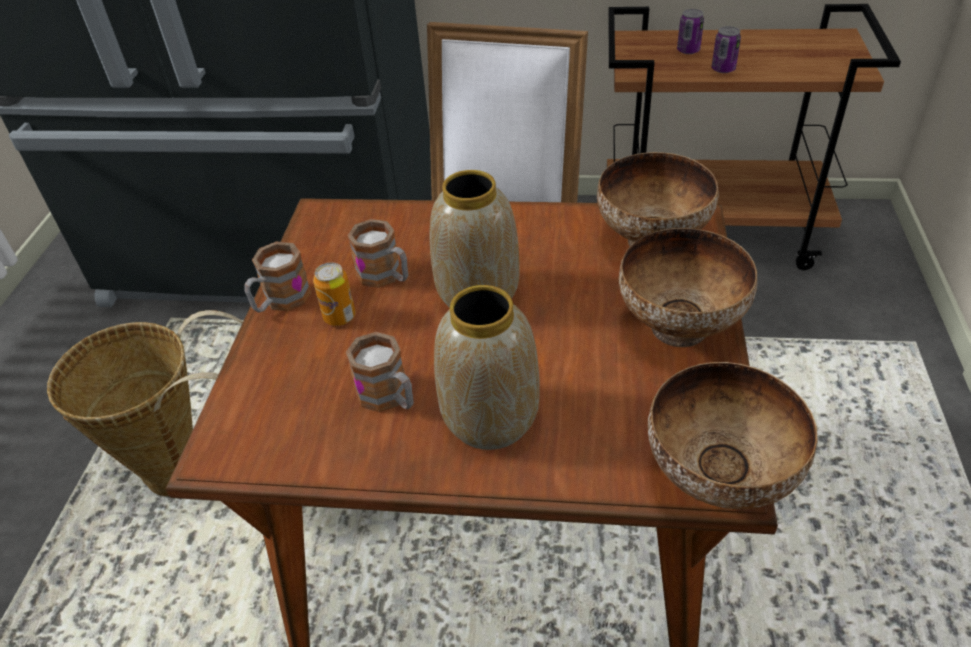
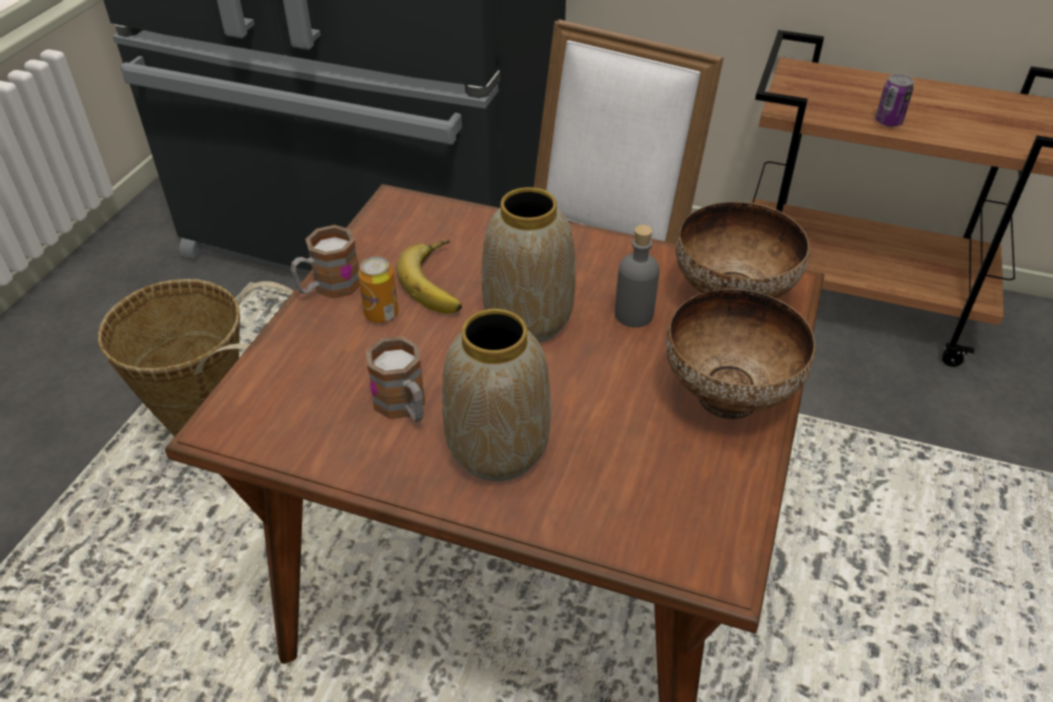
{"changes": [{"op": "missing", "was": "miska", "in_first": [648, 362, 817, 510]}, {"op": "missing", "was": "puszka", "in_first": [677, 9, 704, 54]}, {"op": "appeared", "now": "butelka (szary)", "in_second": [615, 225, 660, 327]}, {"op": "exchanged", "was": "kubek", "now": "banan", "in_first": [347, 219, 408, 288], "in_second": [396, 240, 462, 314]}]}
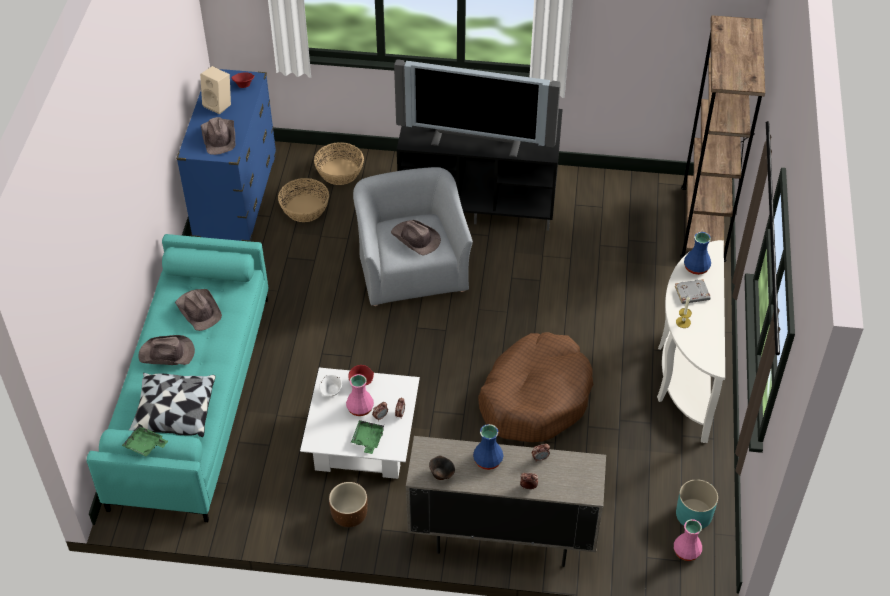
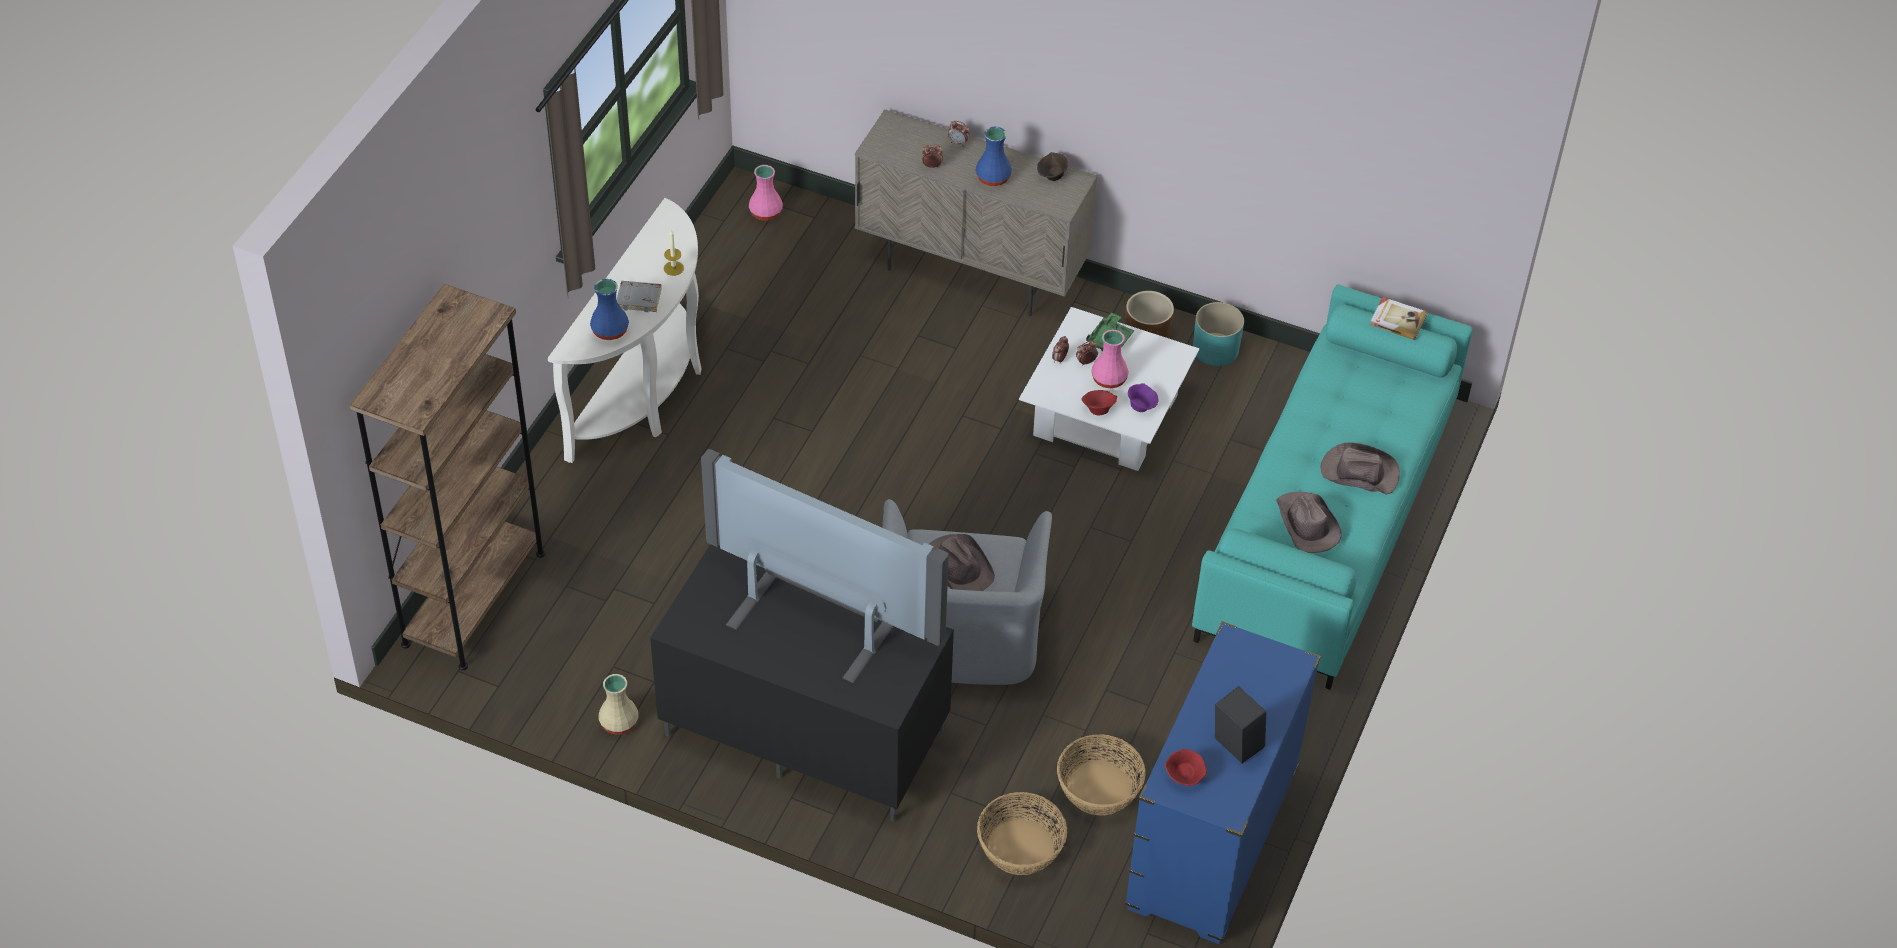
{"changes": [{"op": "missing", "was": "poduszka", "in_first": [129, 373, 215, 437]}, {"op": "missing", "was": "kapelusz (brązowy)", "in_first": [201, 117, 235, 155]}, {"op": "missing", "was": "legowisko (brązowy)", "in_first": [478, 332, 593, 442]}, {"op": "appeared", "now": "wazon (beżowy)", "in_second": [599, 674, 639, 734]}, {"op": "relocated", "was": "donica (turkusowy)", "in_first": [676, 479, 718, 529], "in_second": [1193, 302, 1244, 366]}, {"op": "exchanged", "was": "taca (zielony)", "now": "książka", "in_first": [122, 424, 168, 457], "in_second": [1370, 297, 1427, 340]}, {"op": "colour", "was": "głośnik (beżowy)", "now": "głośnik (czarny)", "in_first": [200, 66, 231, 115], "in_second": [1215, 686, 1266, 763]}, {"op": "colour", "was": "miska (biały)", "now": "miska (fioletowy)", "in_first": [319, 375, 342, 396], "in_second": [1128, 383, 1158, 412]}]}
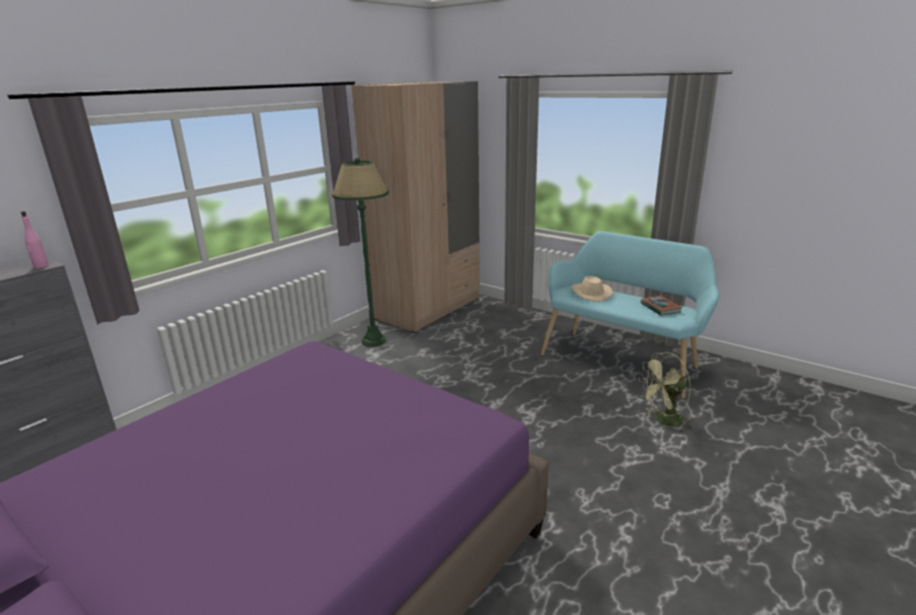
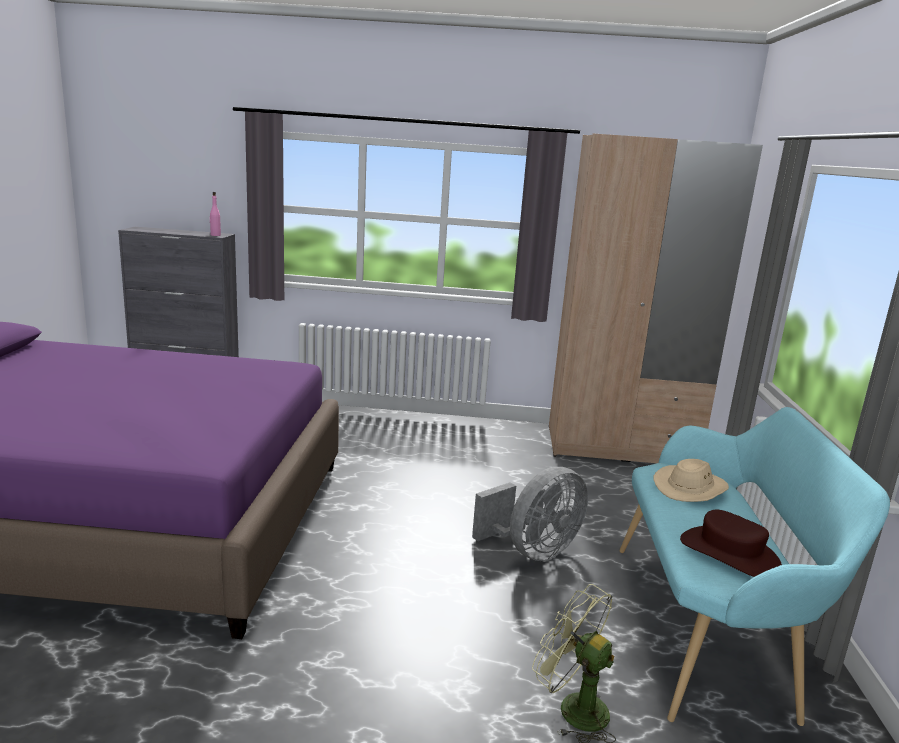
{"changes": [{"op": "missing", "was": "lampa stojąca (zielony)", "in_first": [332, 158, 389, 347]}, {"op": "appeared", "now": "wentylator (szary)", "in_second": [472, 467, 588, 561]}, {"op": "exchanged", "was": "książka", "now": "kapelusz (brązowy)", "in_first": [641, 296, 683, 316], "in_second": [680, 510, 782, 577]}]}
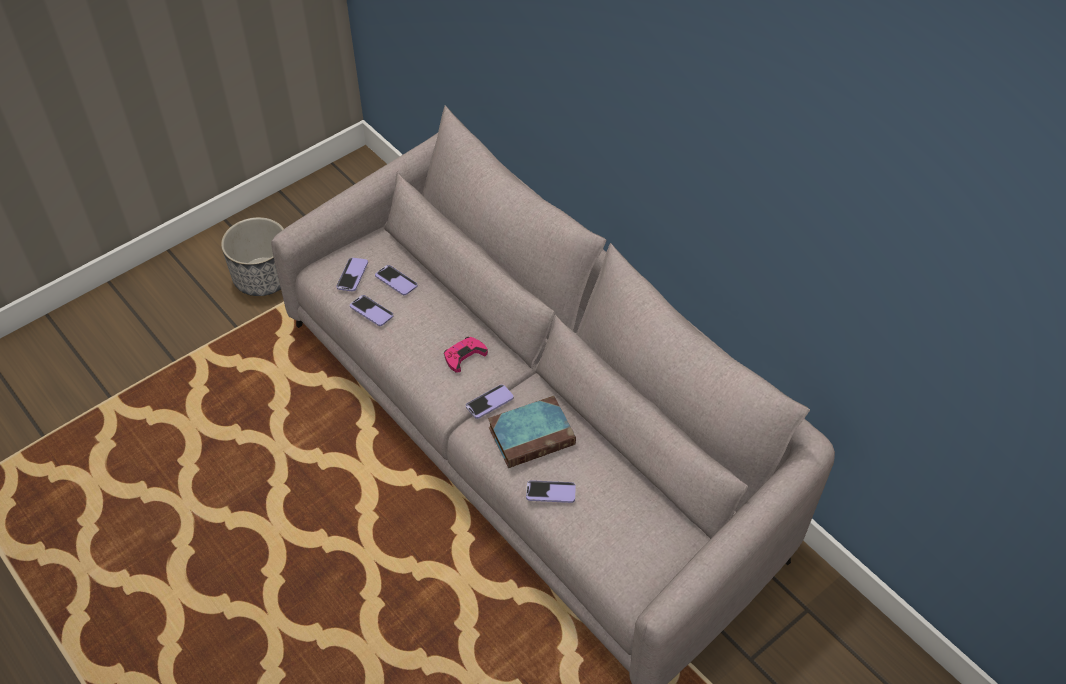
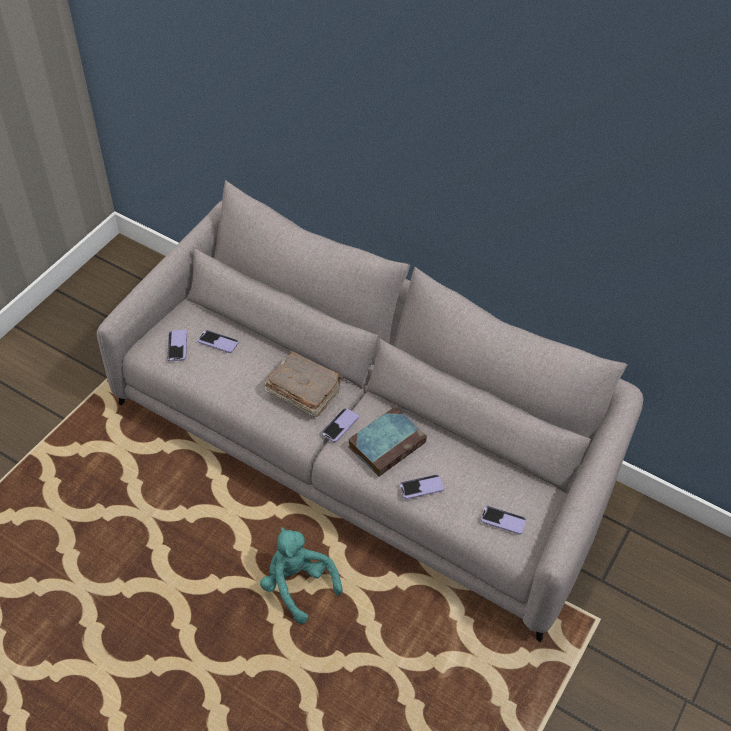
{"changes": [{"op": "missing", "was": "donica", "in_first": [221, 217, 284, 296]}, {"op": "appeared", "now": "pluszak (turkusowy)", "in_second": [260, 527, 343, 624]}, {"op": "relocated", "was": "telefon", "in_first": [350, 295, 393, 326], "in_second": [481, 506, 526, 534]}, {"op": "exchanged", "was": "pad do gier (różowy)", "now": "książka (brązowy)", "in_first": [444, 337, 488, 373], "in_second": [265, 351, 343, 417]}]}
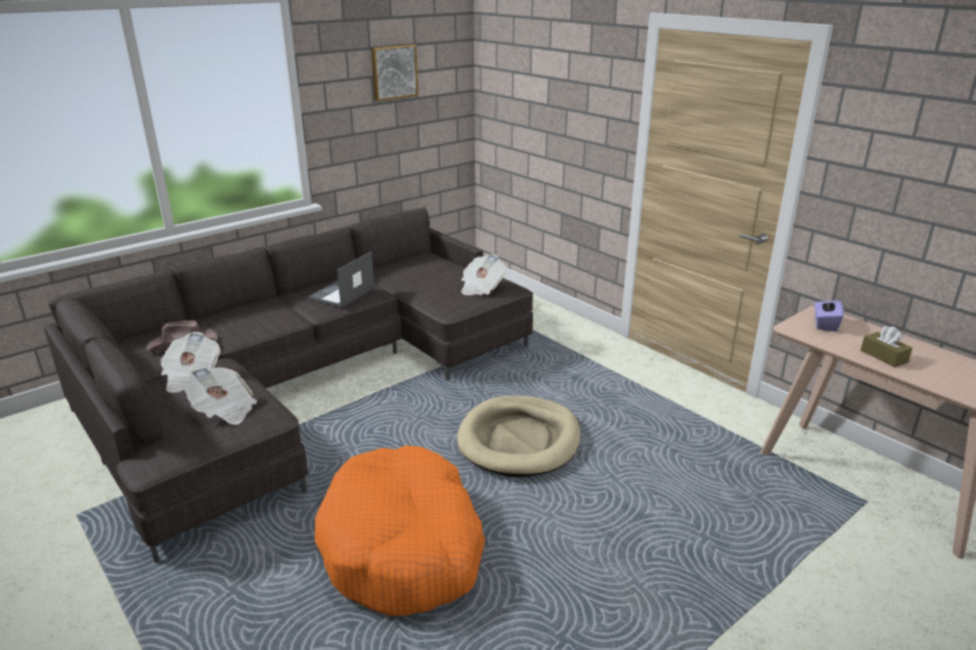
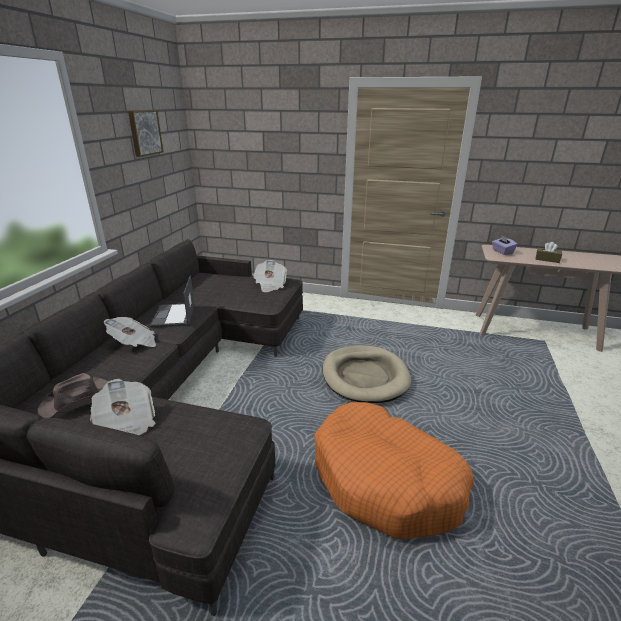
{"changes": [{"op": "relocated", "was": "gazeta", "in_first": [183, 367, 257, 425], "in_second": [104, 317, 156, 347]}]}
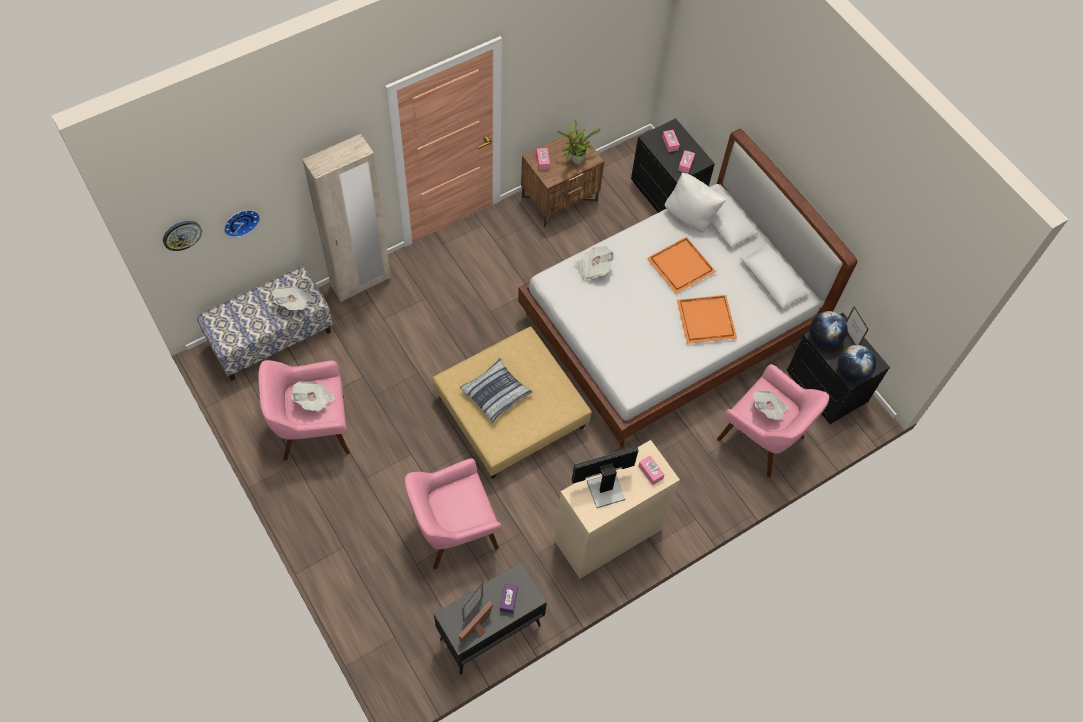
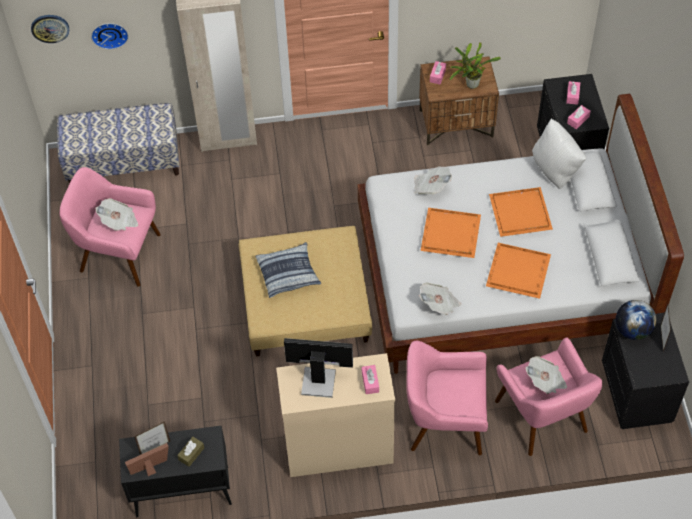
{"changes": [{"op": "missing", "was": "globus", "in_first": [838, 345, 876, 382]}, {"op": "appeared", "now": "taca (pomarańczowy)", "in_second": [420, 208, 481, 258]}, {"op": "relocated", "was": "gazeta", "in_first": [272, 286, 313, 310], "in_second": [419, 282, 461, 315]}, {"op": "relocated", "was": "fotel (różowy)", "in_first": [404, 458, 502, 569], "in_second": [406, 341, 488, 455]}, {"op": "colour", "was": "pudełko chusteczek (fioletowy)", "now": "pudełko chusteczek (brązowy)", "in_first": [500, 584, 518, 613], "in_second": [177, 437, 204, 467]}]}
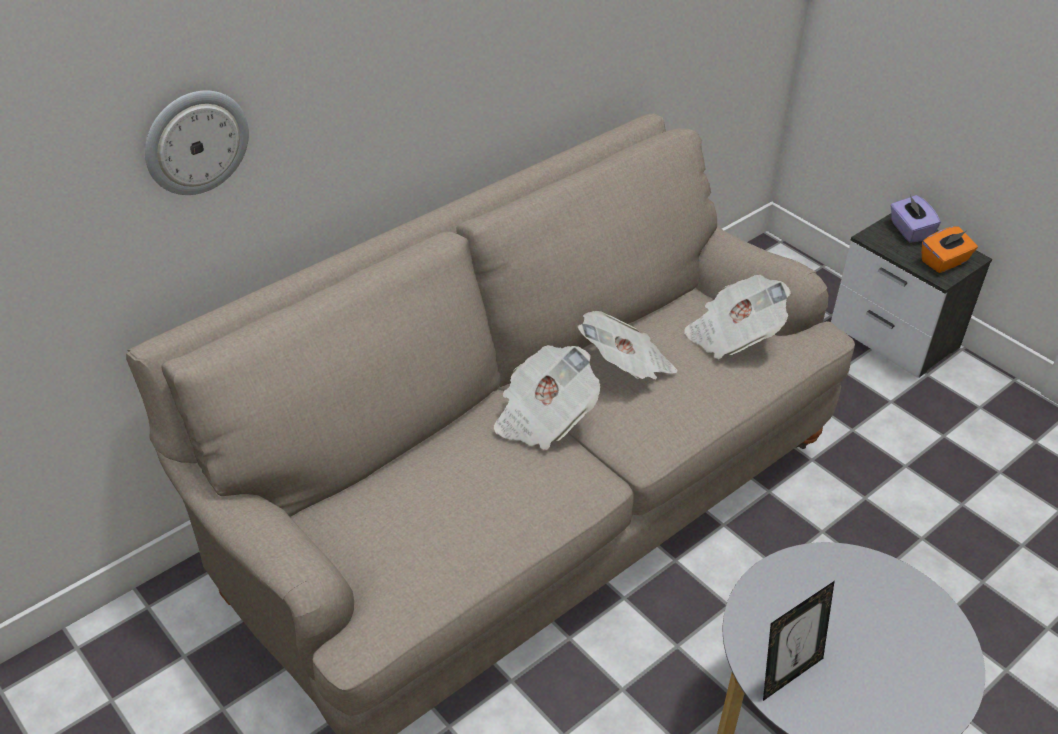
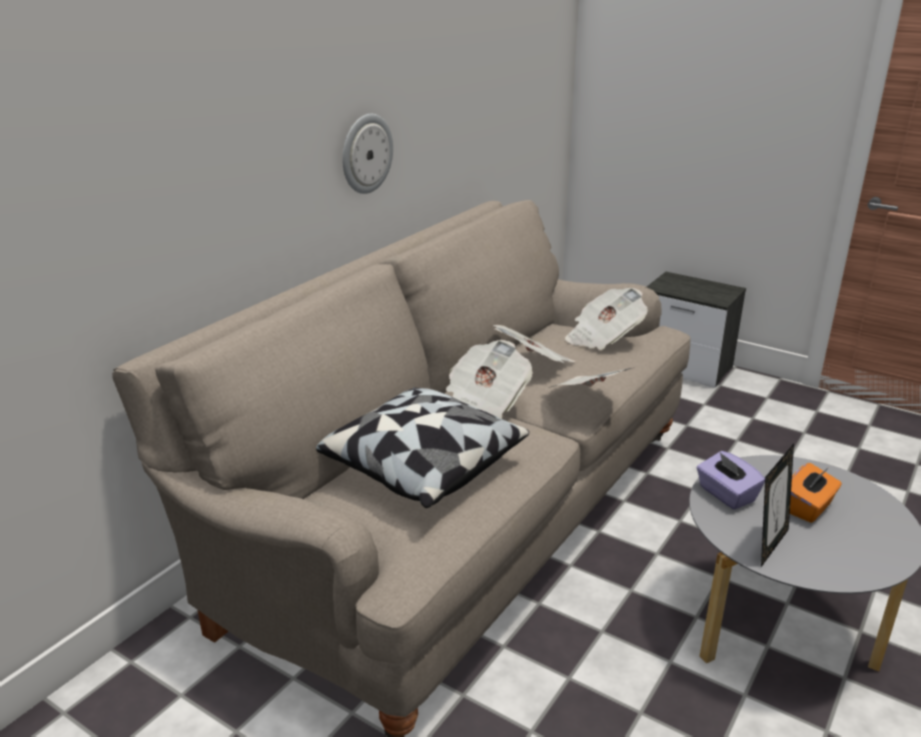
{"changes": [{"op": "appeared", "now": "poduszka", "in_second": [316, 387, 529, 508]}, {"op": "appeared", "now": "gazeta", "in_second": [546, 368, 632, 388]}, {"op": "relocated", "was": "zegar ścienny", "in_first": [145, 90, 249, 195], "in_second": [342, 114, 393, 194]}, {"op": "relocated", "was": "pudełko chusteczek (fioletowy)", "in_first": [890, 195, 941, 243], "in_second": [697, 451, 765, 510]}, {"op": "relocated", "was": "pudełko chusteczek (pomarańczowy)", "in_first": [922, 226, 978, 273], "in_second": [790, 463, 842, 523]}]}
